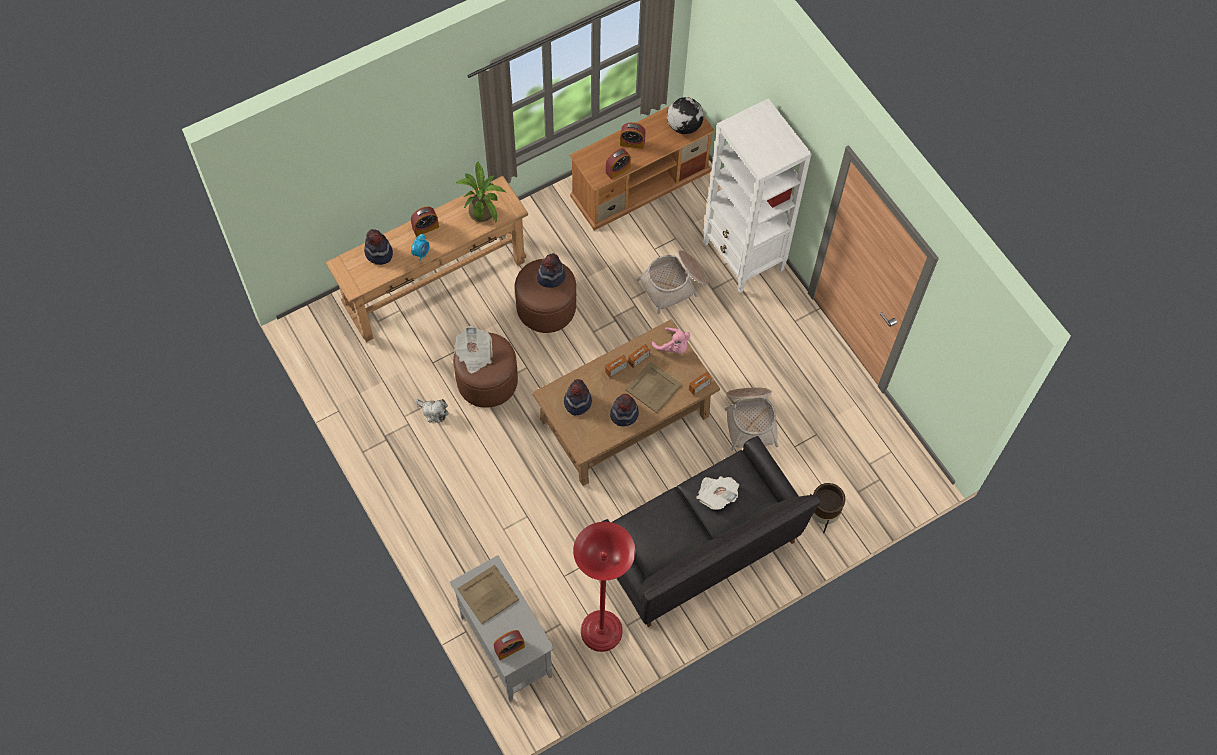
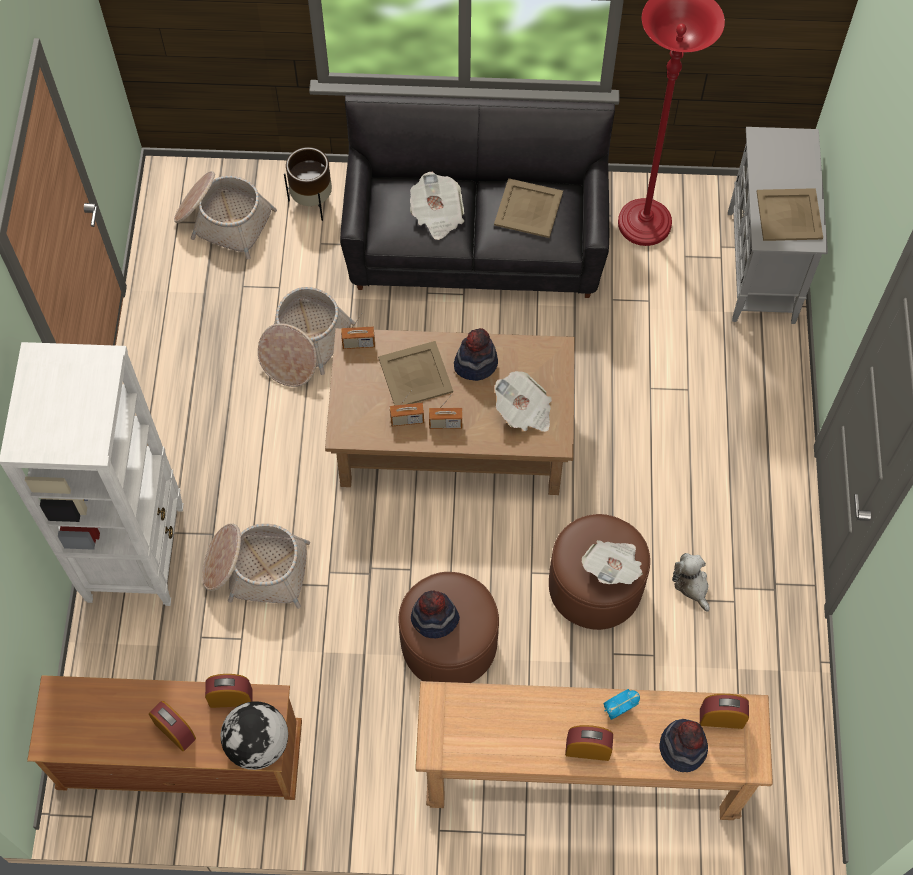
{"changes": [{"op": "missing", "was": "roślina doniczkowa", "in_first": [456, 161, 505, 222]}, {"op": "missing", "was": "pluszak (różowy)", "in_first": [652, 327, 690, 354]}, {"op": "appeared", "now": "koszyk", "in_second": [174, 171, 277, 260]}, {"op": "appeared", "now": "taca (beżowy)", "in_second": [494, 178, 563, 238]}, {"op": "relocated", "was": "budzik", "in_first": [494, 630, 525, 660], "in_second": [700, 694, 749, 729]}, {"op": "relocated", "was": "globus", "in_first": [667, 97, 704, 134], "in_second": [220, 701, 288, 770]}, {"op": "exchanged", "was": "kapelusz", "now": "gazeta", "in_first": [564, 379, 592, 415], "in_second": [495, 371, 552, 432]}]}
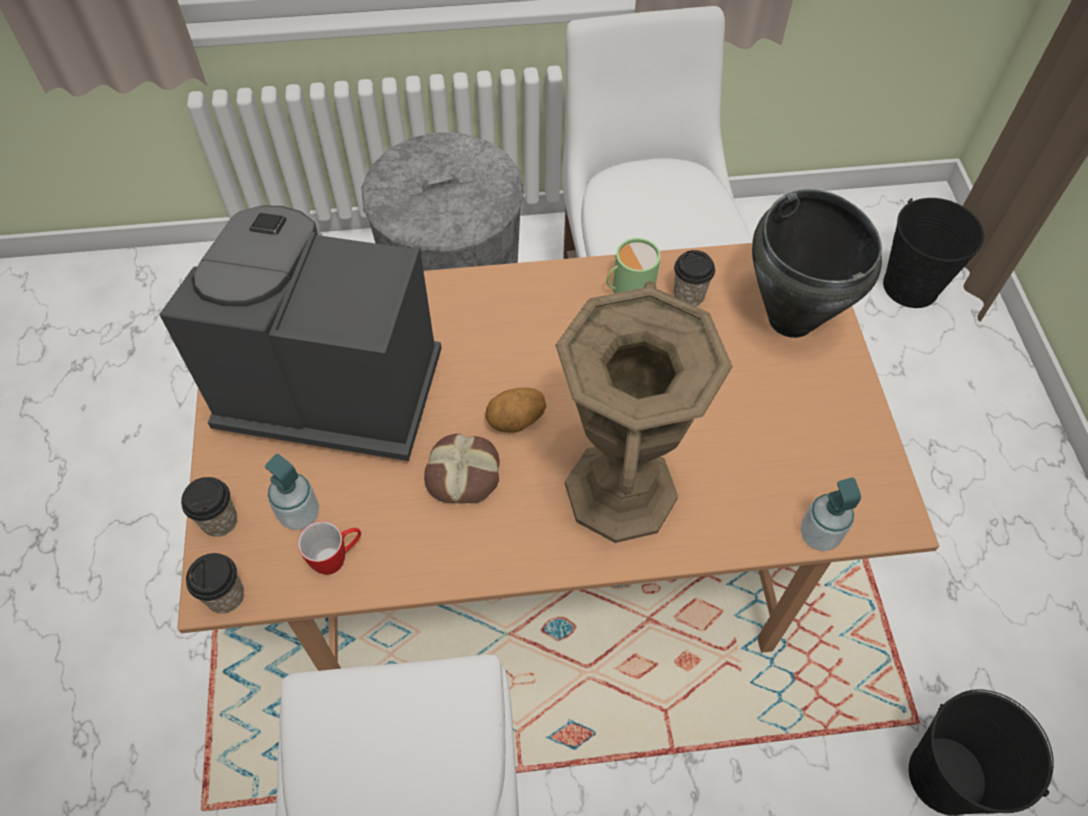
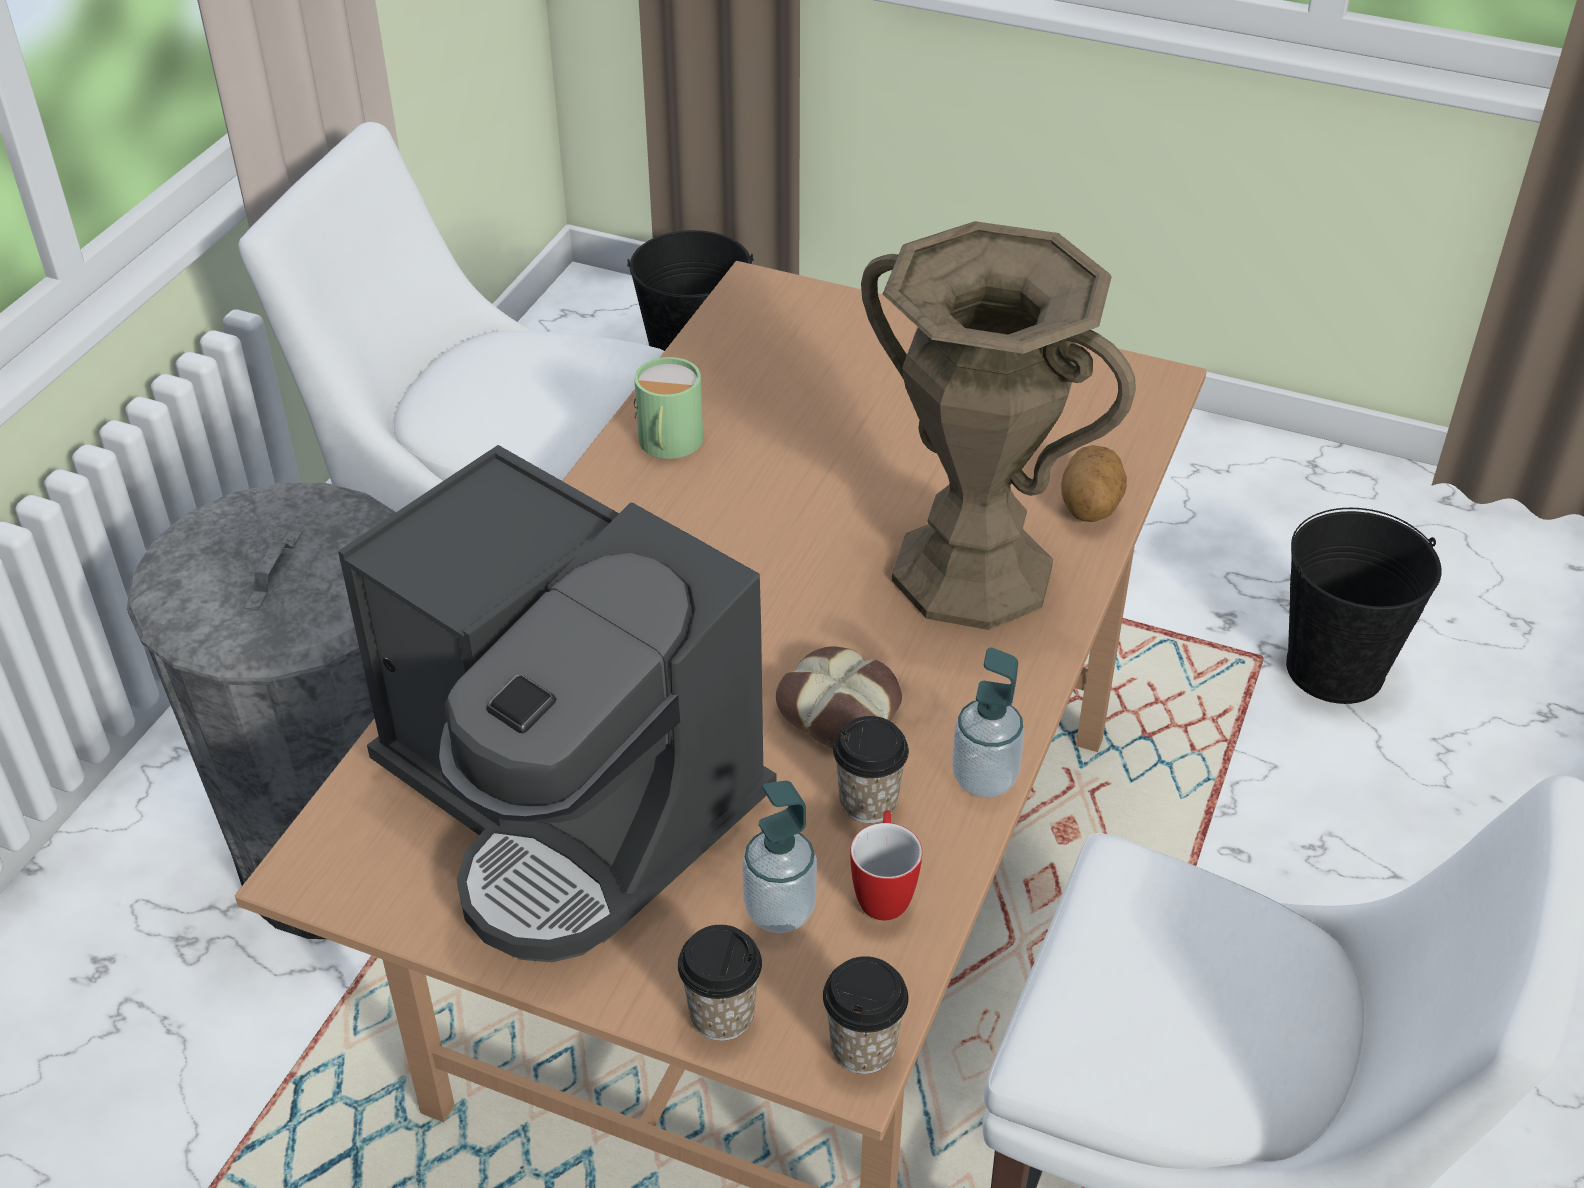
{"changes": [{"op": "missing", "was": "garnek (czarny)", "in_first": [752, 189, 882, 338]}, {"op": "relocated", "was": "ziemniak", "in_first": [485, 388, 546, 433], "in_second": [1061, 445, 1127, 522]}, {"op": "relocated", "was": "filiżanka", "in_first": [674, 250, 715, 306], "in_second": [833, 716, 909, 823]}, {"op": "relocated", "was": "dozownik mydła", "in_first": [801, 477, 861, 551], "in_second": [952, 647, 1025, 797]}, {"op": "spun", "was": "ekspres do kawy", "in_first": [159, 205, 442, 461], "in_second": [338, 445, 777, 962], "clockwise": -90}]}
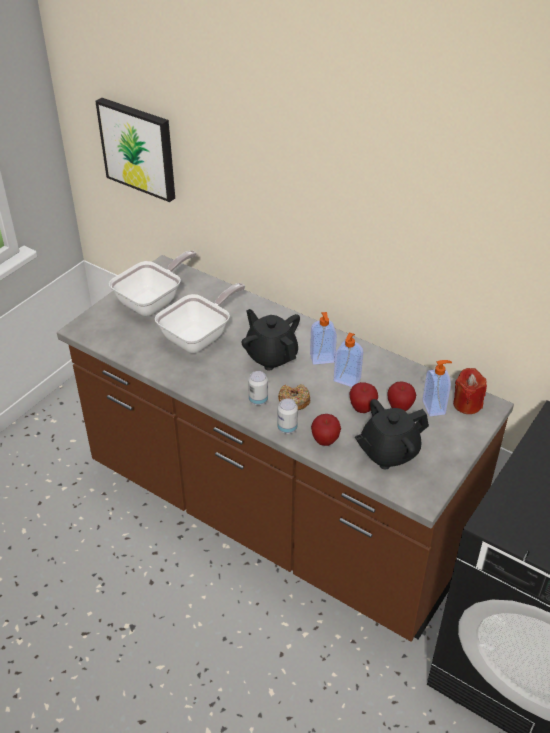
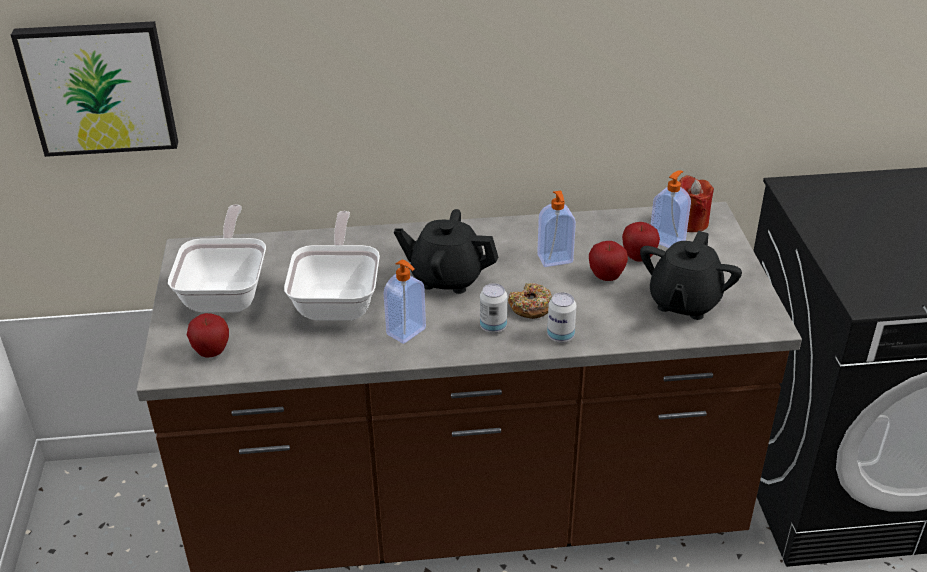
{"changes": [{"op": "relocated", "was": "dozownik mydła", "in_first": [310, 312, 337, 365], "in_second": [384, 259, 426, 344]}, {"op": "relocated", "was": "jabłko", "in_first": [311, 414, 341, 446], "in_second": [187, 313, 229, 357]}]}
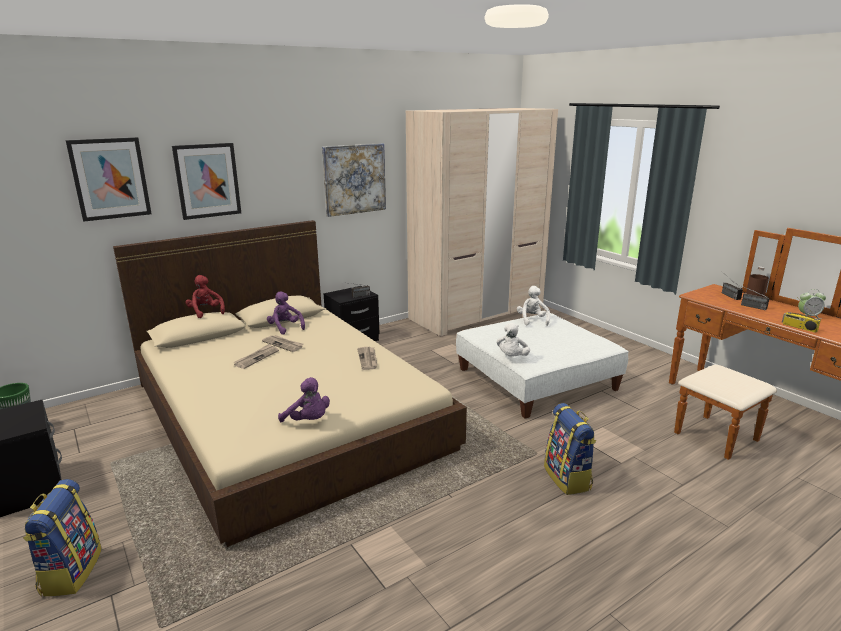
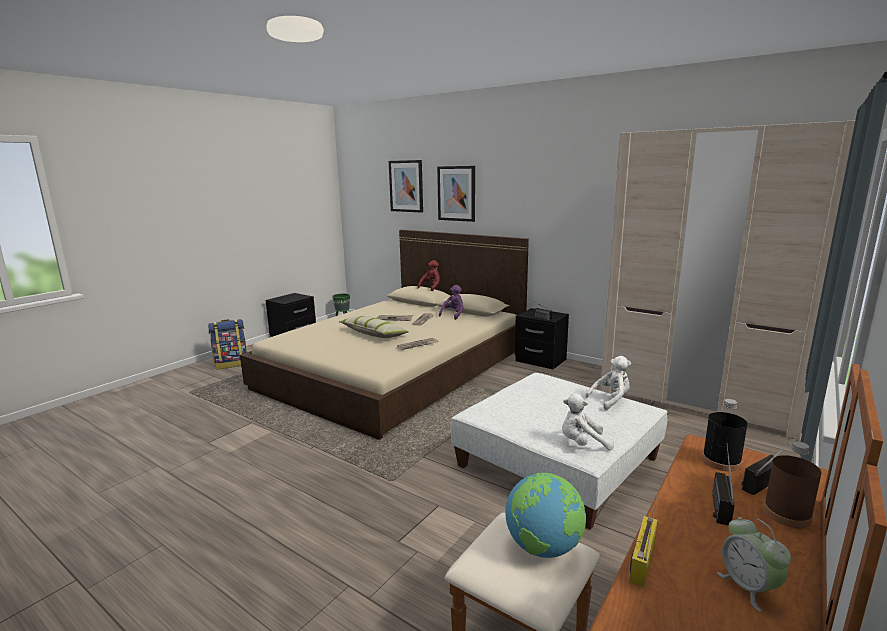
{"changes": [{"op": "missing", "was": "pluszak (fioletowy)", "in_first": [278, 377, 330, 422]}, {"op": "missing", "was": "obraz", "in_first": [322, 143, 386, 217]}, {"op": "missing", "was": "plecak", "in_first": [544, 403, 596, 495]}, {"op": "appeared", "now": "poduszka", "in_second": [338, 316, 409, 338]}, {"op": "appeared", "now": "globus", "in_second": [505, 473, 586, 558]}, {"op": "appeared", "now": "butelka (czarny)", "in_second": [702, 399, 747, 472]}, {"op": "relocated", "was": "pluszak (biały)", "in_first": [497, 323, 530, 357], "in_second": [562, 394, 614, 451]}]}
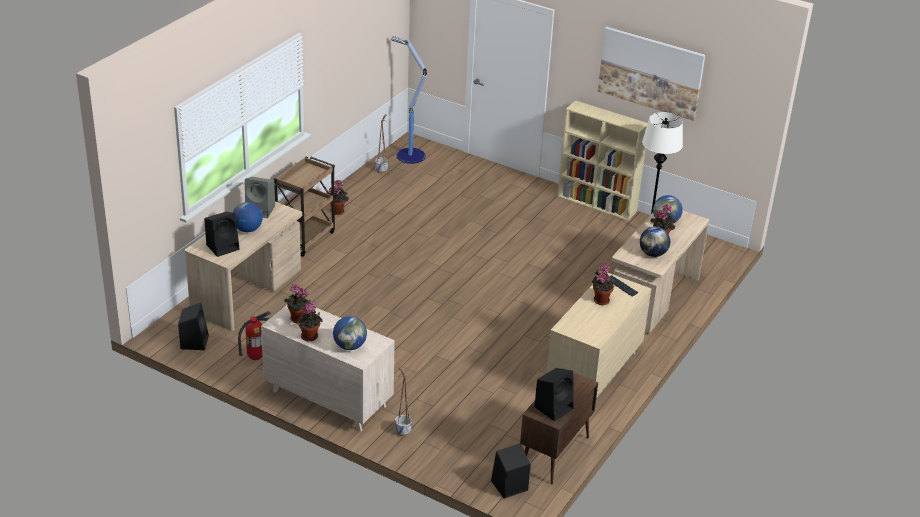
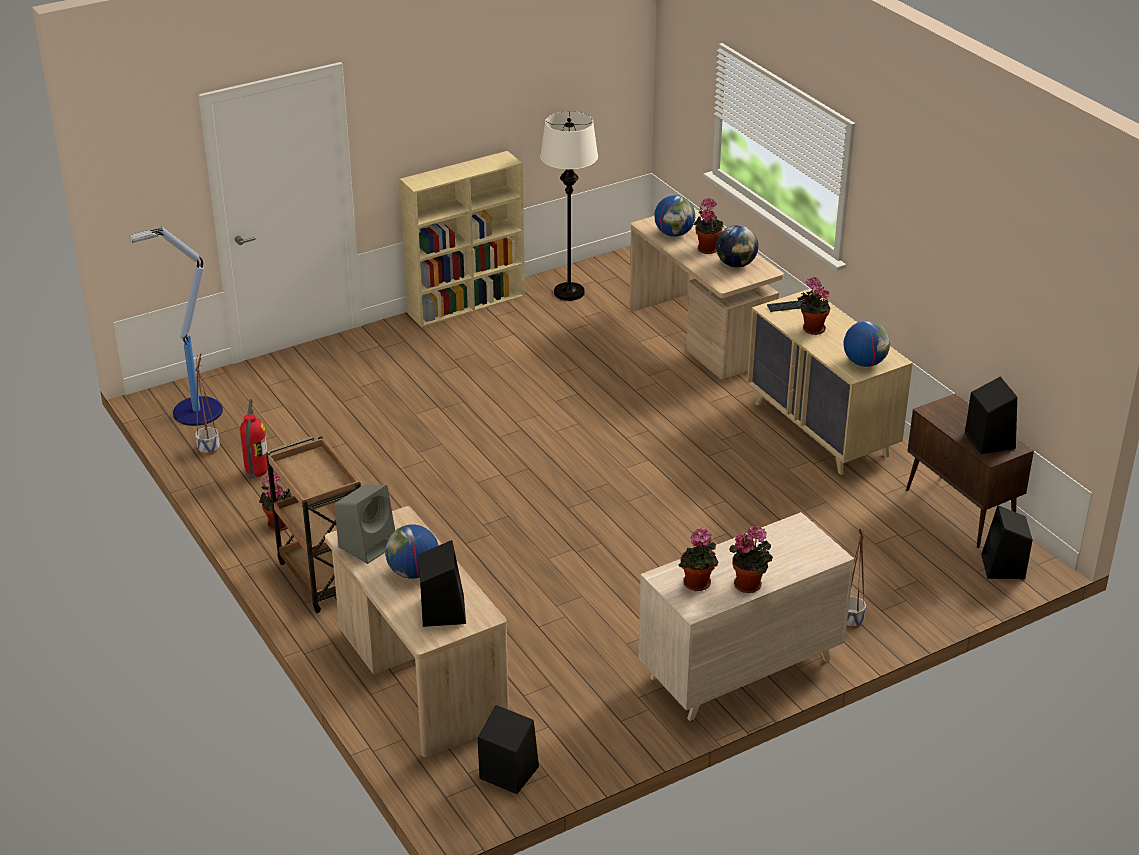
{"changes": [{"op": "missing", "was": "obraz", "in_first": [598, 27, 705, 121]}, {"op": "relocated", "was": "gaśnica", "in_first": [238, 311, 271, 360], "in_second": [240, 399, 268, 478]}, {"op": "relocated", "was": "globus", "in_first": [333, 316, 367, 350], "in_second": [844, 321, 890, 367]}]}
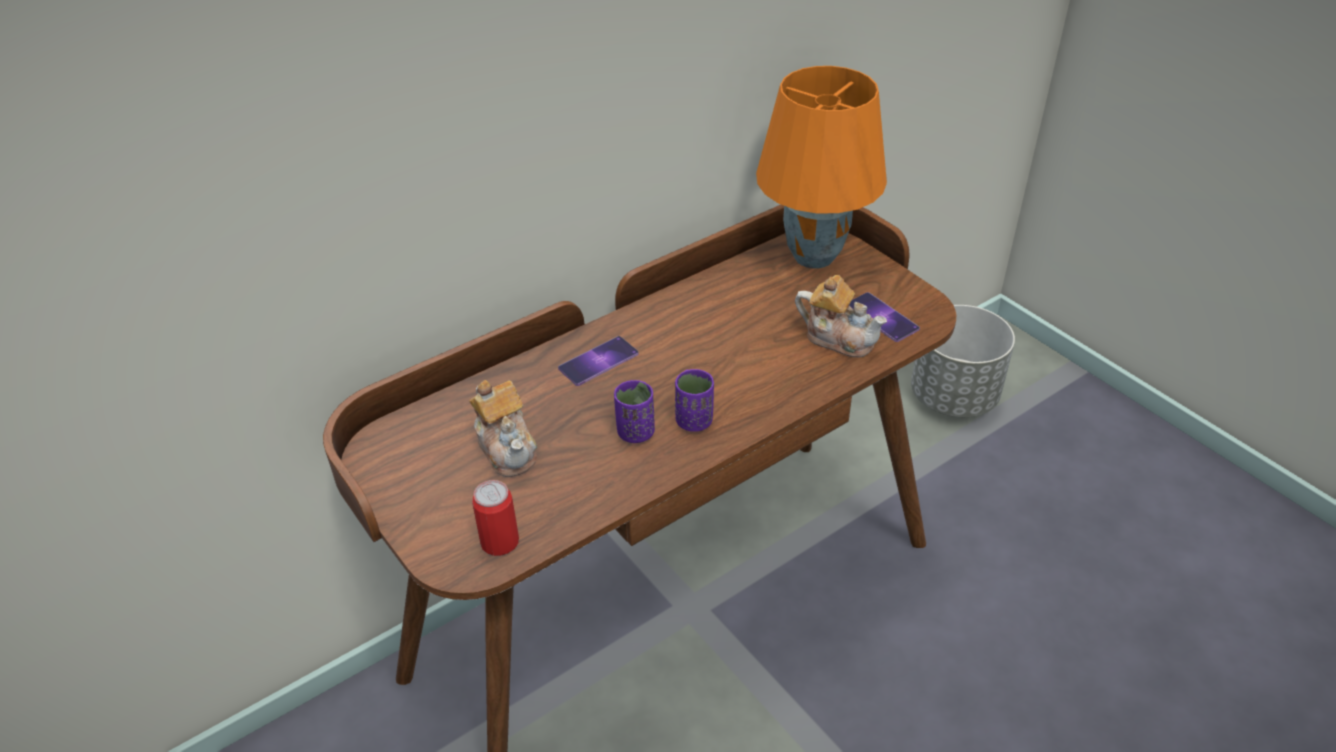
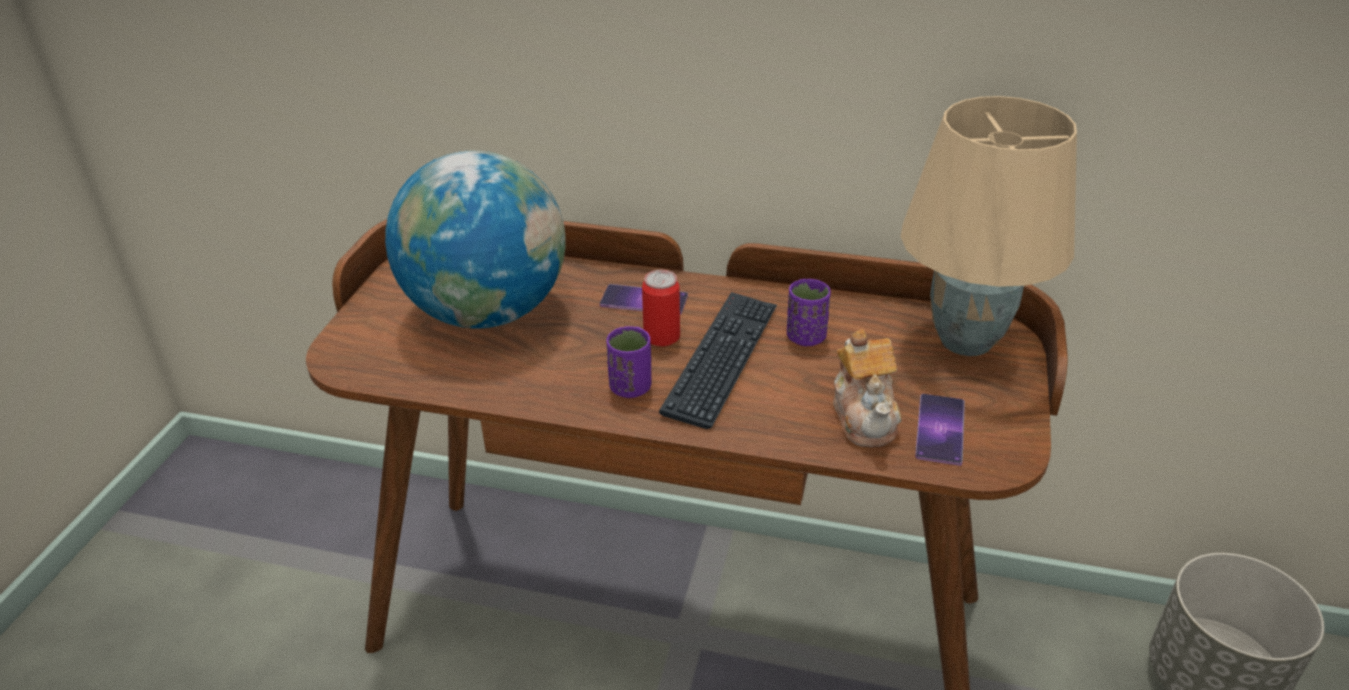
{"changes": [{"op": "appeared", "now": "klawiatura", "in_second": [659, 292, 777, 429]}, {"op": "relocated", "was": "puszka", "in_first": [472, 480, 519, 556], "in_second": [642, 270, 680, 347]}, {"op": "relocated", "was": "filiżanka (fioletowy)", "in_first": [614, 380, 655, 443], "in_second": [787, 279, 831, 346]}, {"op": "exchanged", "was": "imbryk", "now": "globus", "in_first": [469, 380, 537, 477], "in_second": [385, 151, 566, 329]}, {"op": "colour", "was": "lampa stołowa (pomarańczowy)", "now": "lampa stołowa (beżowy)", "in_first": [756, 66, 887, 269], "in_second": [900, 96, 1077, 356]}]}
